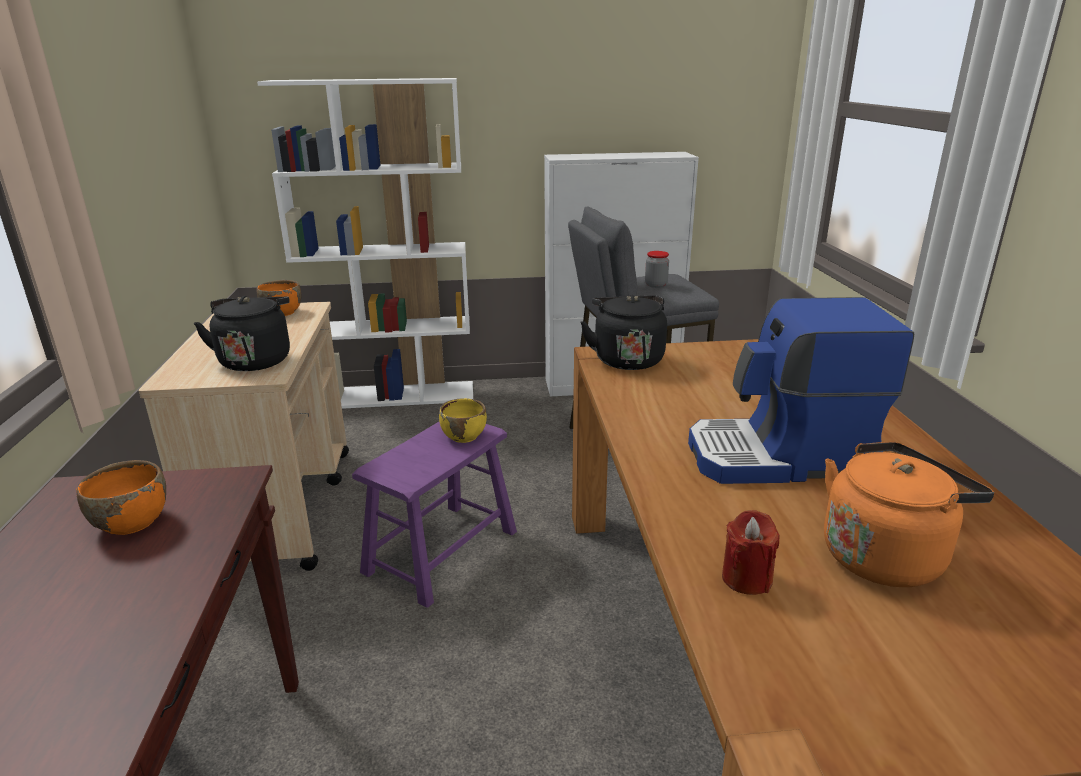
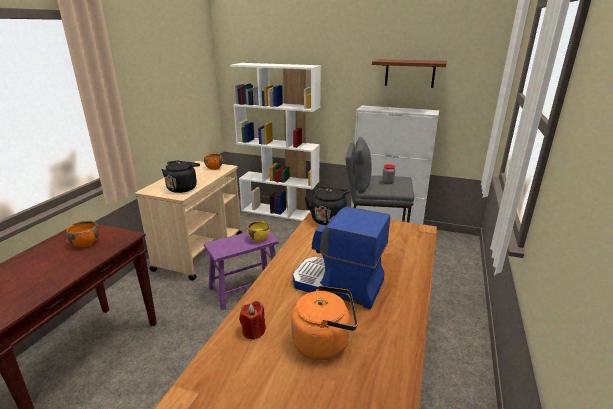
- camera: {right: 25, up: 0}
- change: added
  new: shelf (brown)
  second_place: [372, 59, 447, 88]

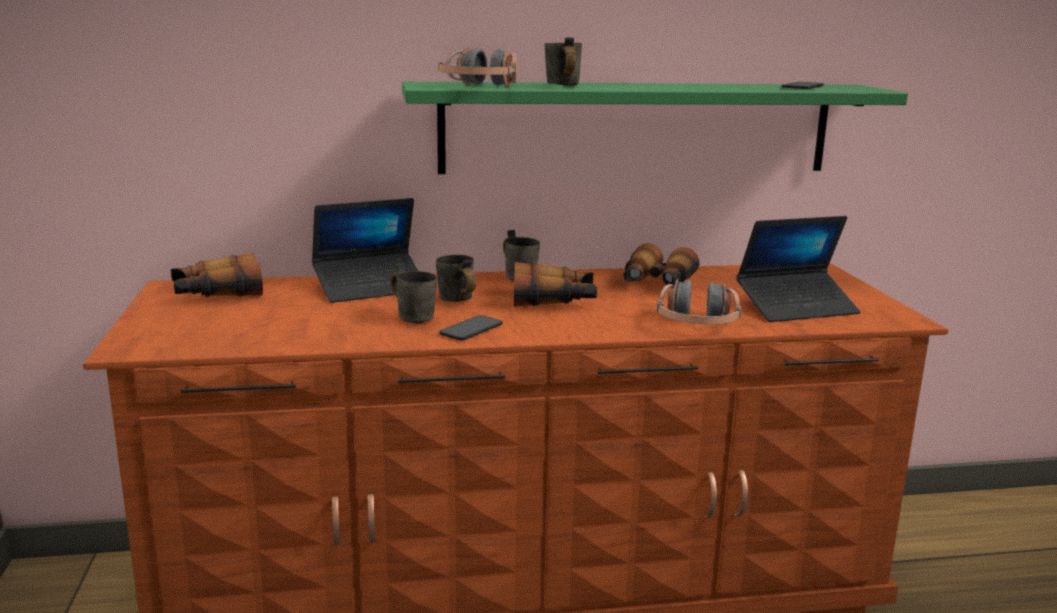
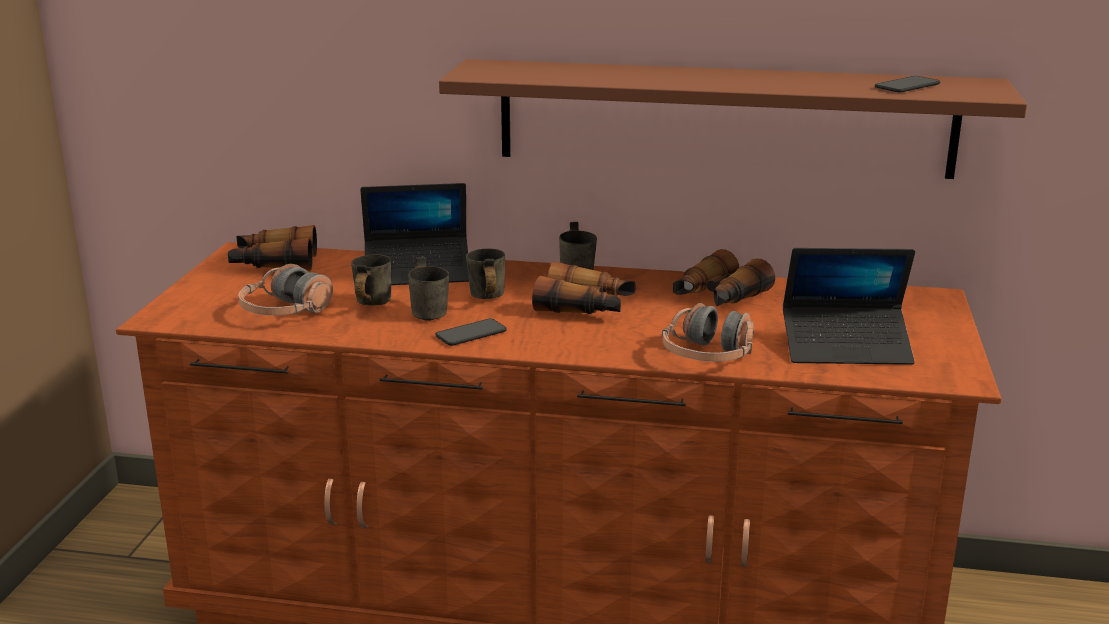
- camera: {right: 20, up: 5}
- change: moved
  old: headphones
  first_place: [438, 47, 518, 87]
  second_place: [238, 264, 333, 315]
- change: moved
  old: mug (grey)
  first_place: [545, 37, 582, 86]
  second_place: [351, 254, 391, 306]
- change: recoloured
  old: shelf (green)
  new: shelf (brown)
  first_place: [402, 82, 908, 174]
  second_place: [439, 59, 1027, 179]

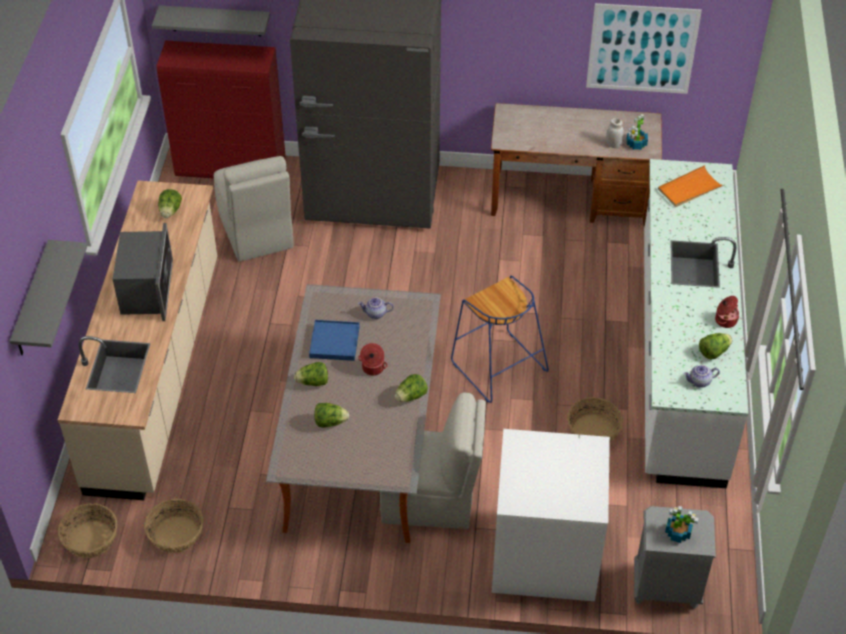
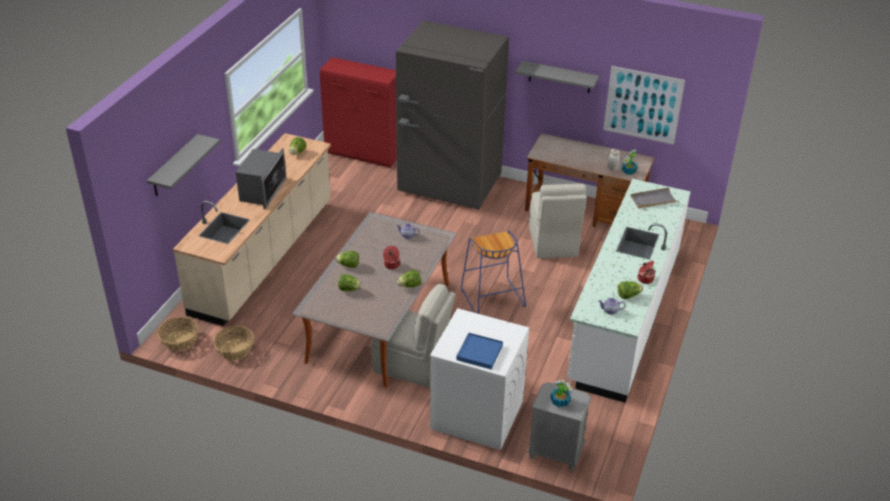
- camera: {right: 15, up: -10}
- change: removed
  old: basket
  first_place: [567, 398, 623, 442]
- change: moved
  old: shelf (grey)
  first_place: [152, 5, 270, 36]
  second_place: [515, 61, 599, 93]
- change: moved
  old: chair (beige)
  first_place: [214, 156, 294, 262]
  second_place: [529, 184, 587, 258]
- change: moved
  old: tray (blue)
  first_place: [309, 320, 360, 361]
  second_place: [456, 333, 503, 369]
- change: recoloured
  old: tray (orange)
  new: tray (grey)
  first_place: [658, 165, 724, 207]
  second_place: [630, 188, 678, 209]

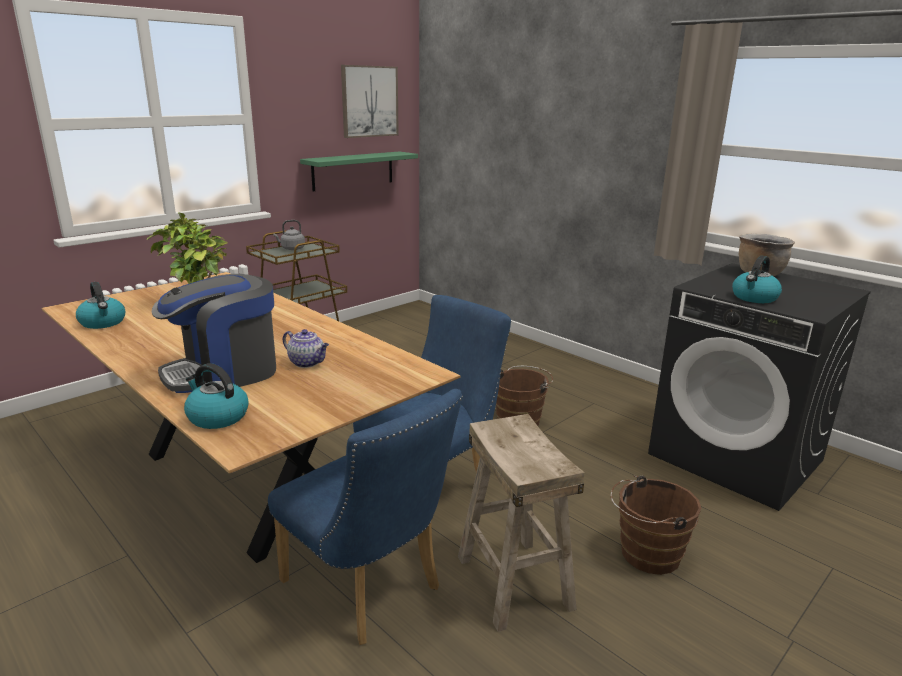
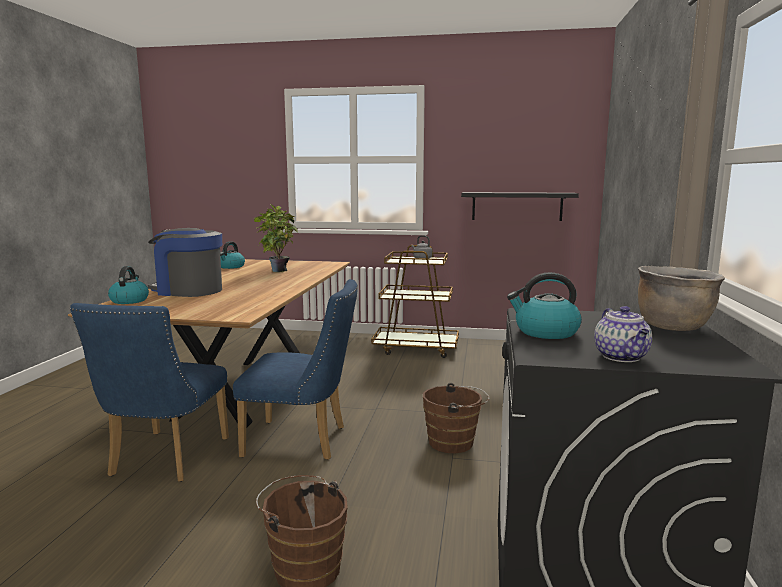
- camera: {right: 55, up: -10}
- change: removed
  old: picture
  first_place: [341, 65, 399, 138]
- change: removed
  old: stool (beige)
  first_place: [458, 414, 585, 632]
- change: moved
  old: teapot
  first_place: [283, 329, 329, 368]
  second_place: [594, 306, 652, 362]
- change: recoloured
  old: shelf (green)
  new: shelf (black)
  first_place: [300, 151, 418, 191]
  second_place: [461, 192, 579, 221]

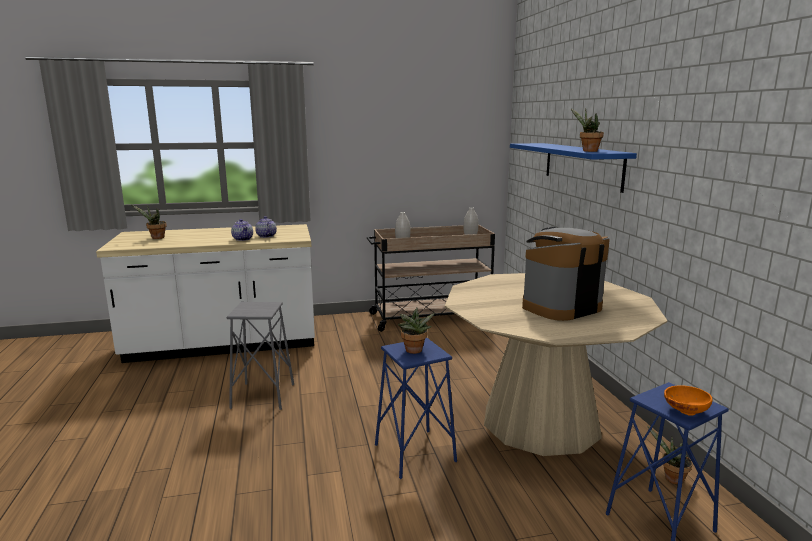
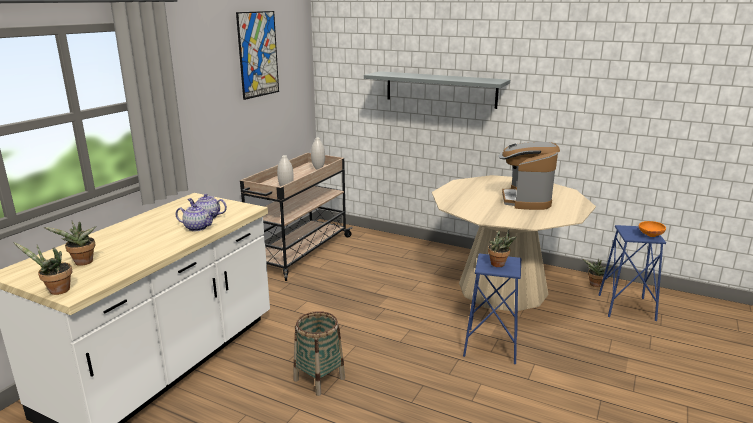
- camera: {right: -50, up: 5}
- change: added
  new: picture
  second_place: [236, 11, 279, 100]
- change: moved
  old: potted plant
  first_place: [571, 108, 604, 152]
  second_place: [13, 242, 72, 295]
- change: replaced
  old: stool (grey)
  new: basket
  first_place: [227, 302, 294, 410]
  second_place: [294, 311, 345, 396]
- change: recoloured
  old: shelf (blue)
  new: shelf (grey)
  first_place: [510, 143, 637, 193]
  second_place: [364, 71, 510, 109]

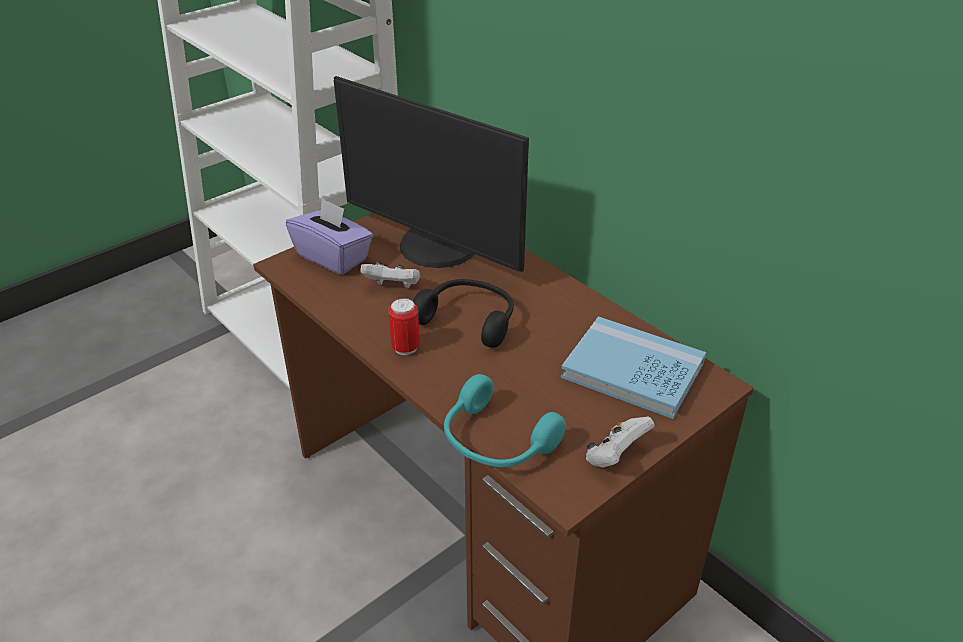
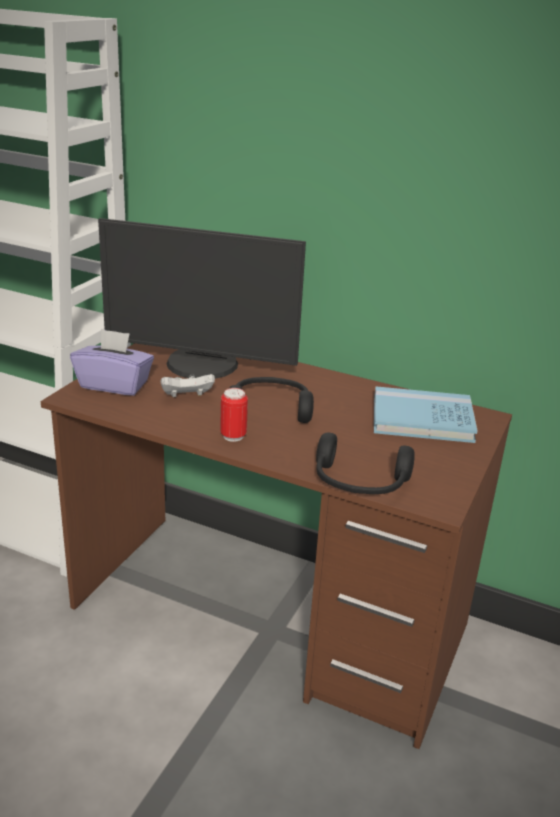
- camera: {right: -25, up: -10}
- change: removed
  old: game controller (white)
  first_place: [586, 417, 655, 467]
- change: recoloured
  old: headphones (turquoise)
  new: headphones (black)
  first_place: [444, 374, 566, 467]
  second_place: [316, 433, 415, 494]

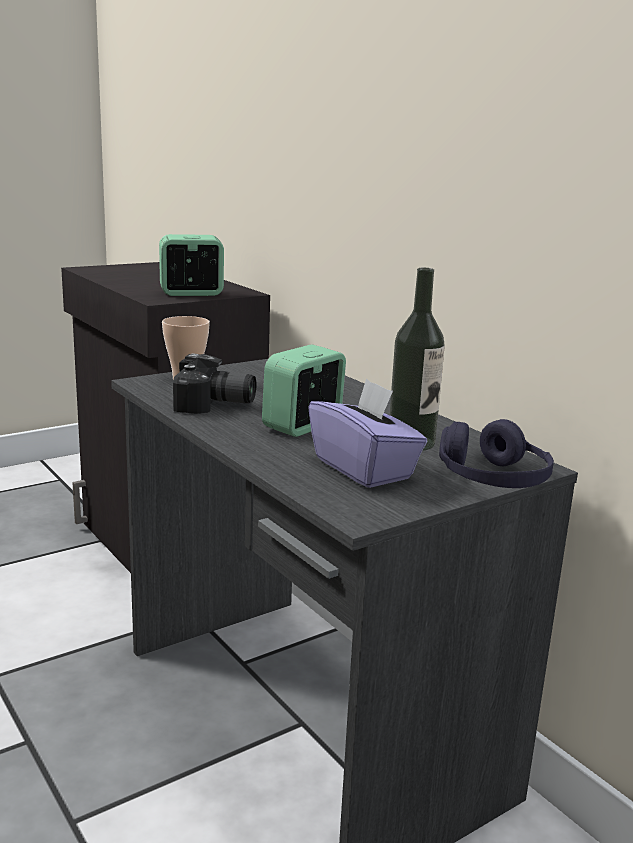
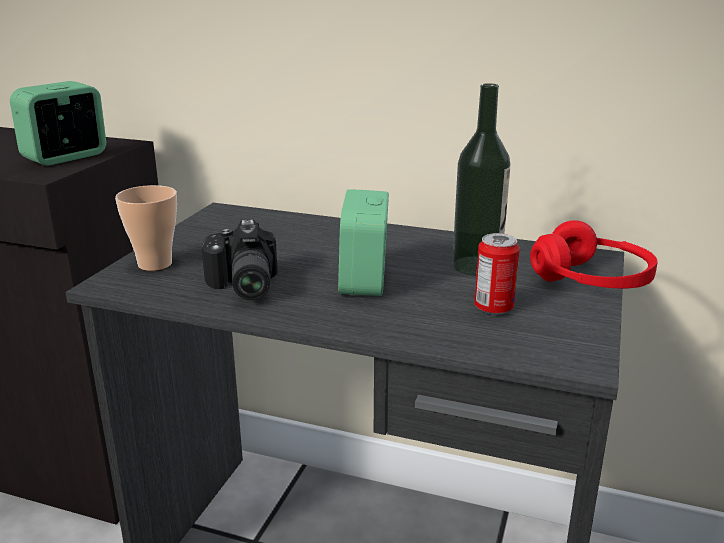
- camera: {right: -35, up: 5}
- change: replaced
  old: tissue box (purple)
  new: can
  first_place: [308, 378, 427, 488]
  second_place: [474, 233, 520, 315]
- change: recoloured
  old: headphones (purple)
  new: headphones (red)
  first_place: [439, 419, 554, 488]
  second_place: [530, 220, 658, 288]
- change: turned
  old: photo camera
  first_place: [173, 353, 256, 414]
  second_place: [202, 220, 278, 300]
  degrees: 105

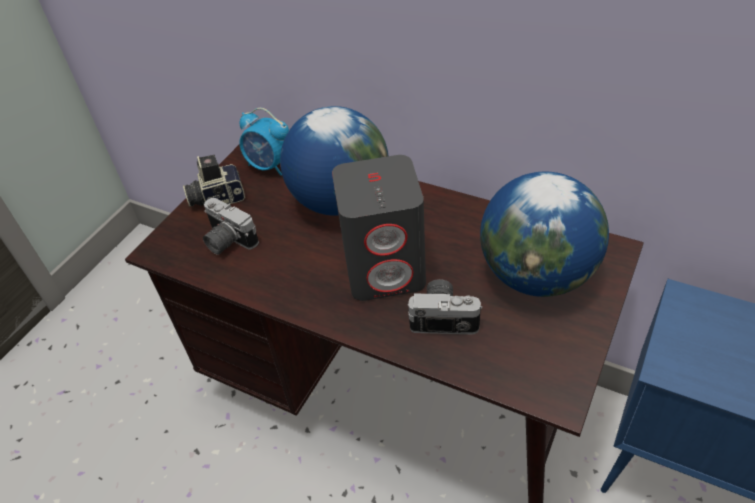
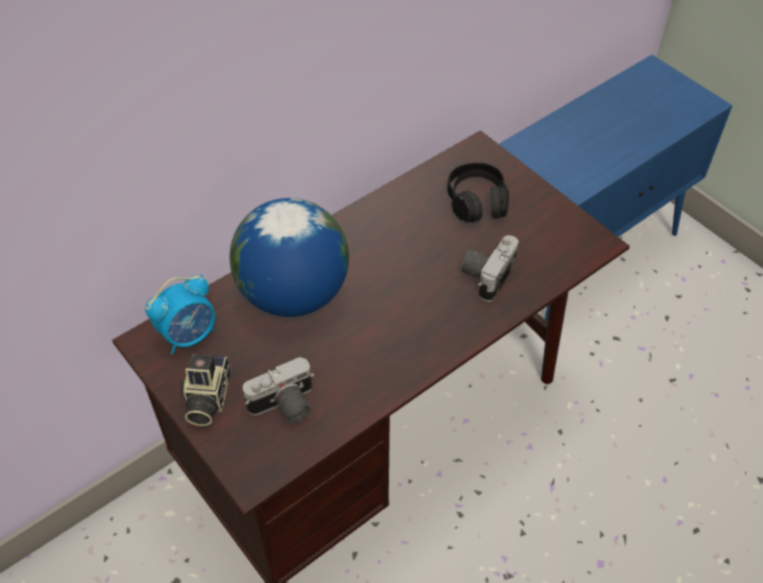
- camera: {right: -70, up: 5}
- change: removed
  old: speaker (grey)
  first_place: [332, 155, 426, 301]
- change: replaced
  old: globe
  new: headphones (black)
  first_place: [480, 171, 609, 297]
  second_place: [447, 163, 509, 222]

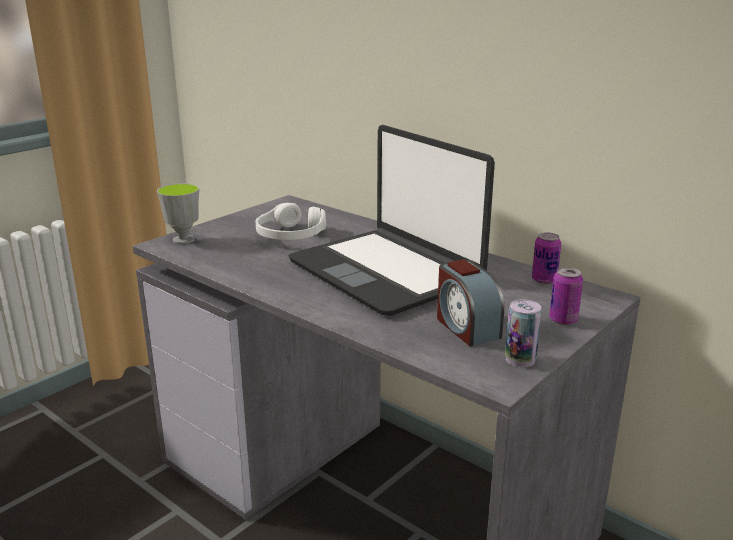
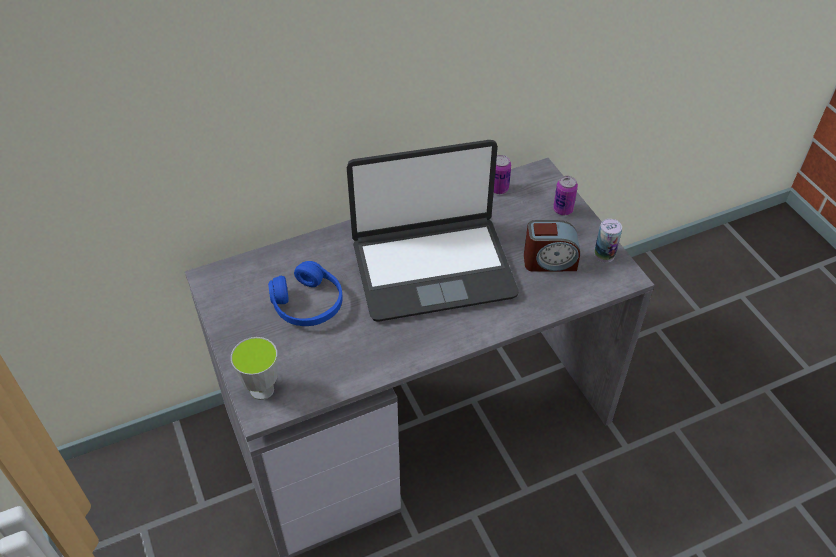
- camera: {right: -65, up: 25}
- change: recoloured
  old: headphones (white)
  new: headphones (blue)
  first_place: [256, 203, 326, 240]
  second_place: [268, 261, 342, 326]

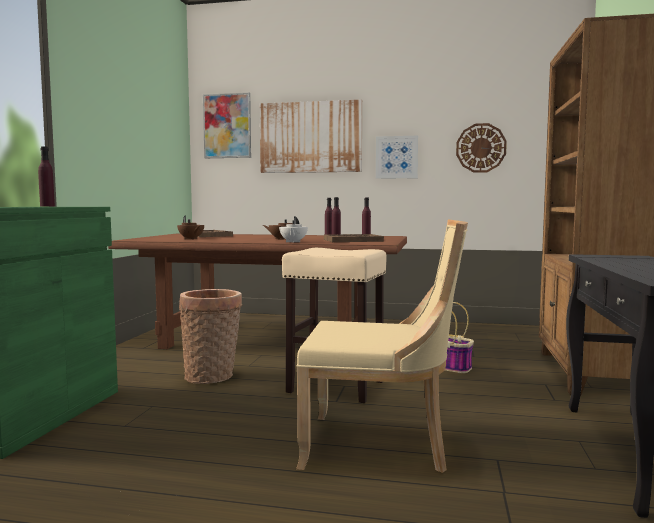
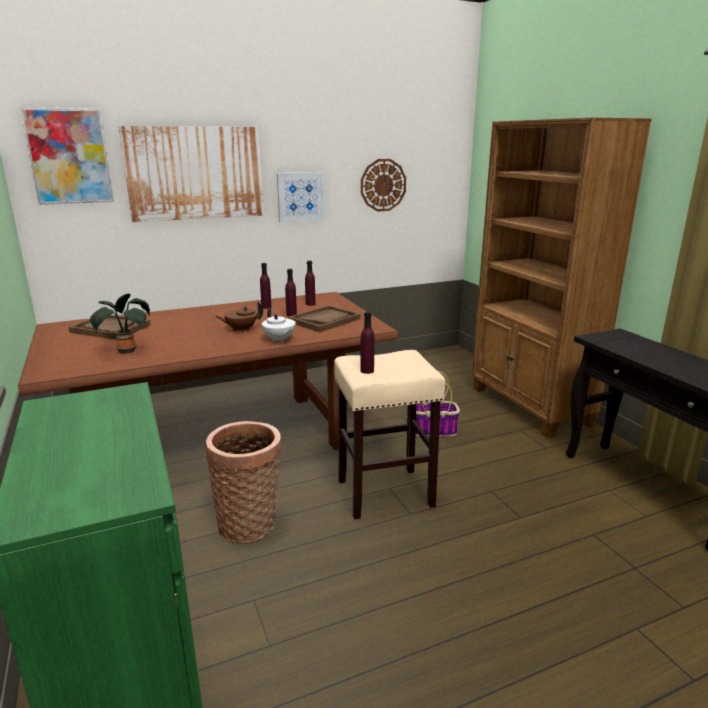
- camera: {right: -35, up: 15}
- change: removed
  old: chair (beige)
  first_place: [296, 220, 468, 473]
- change: moved
  old: bottle (purple)
  first_place: [38, 146, 55, 206]
  second_place: [360, 311, 374, 374]
- change: replaced
  old: teapot (brown)
  new: potted plant
  first_place: [177, 216, 204, 239]
  second_place: [90, 293, 150, 354]

